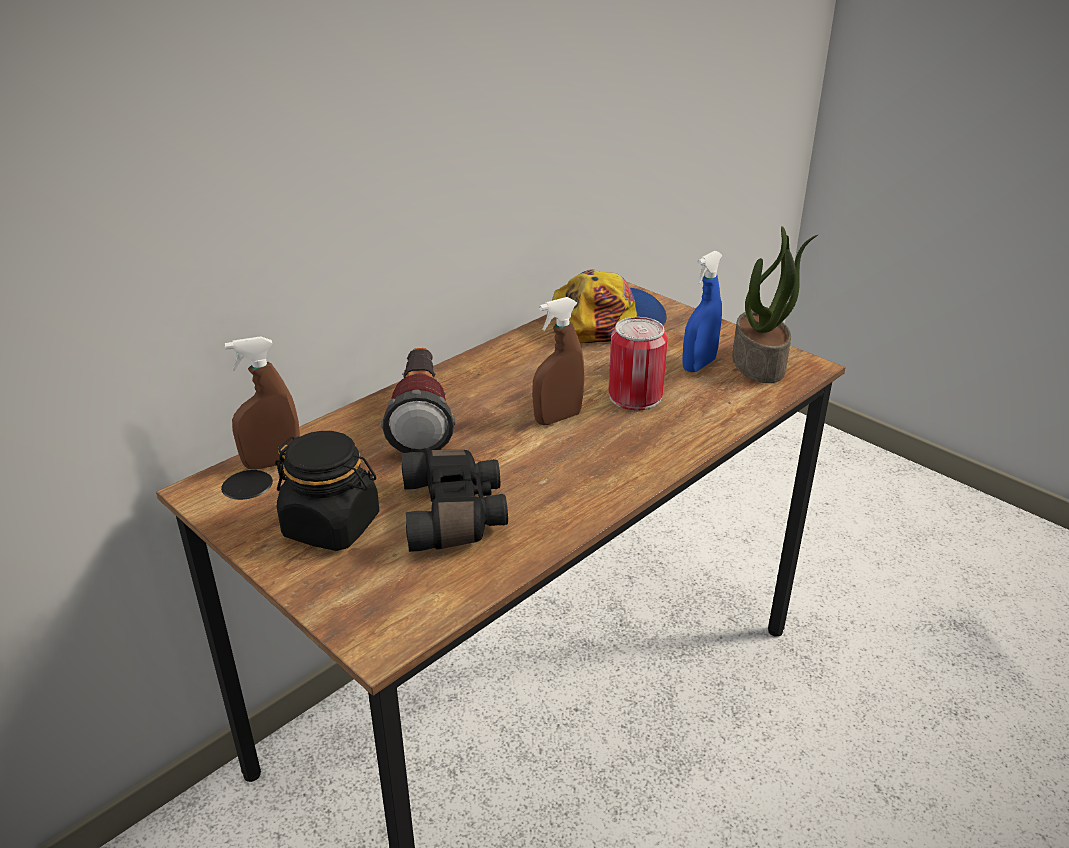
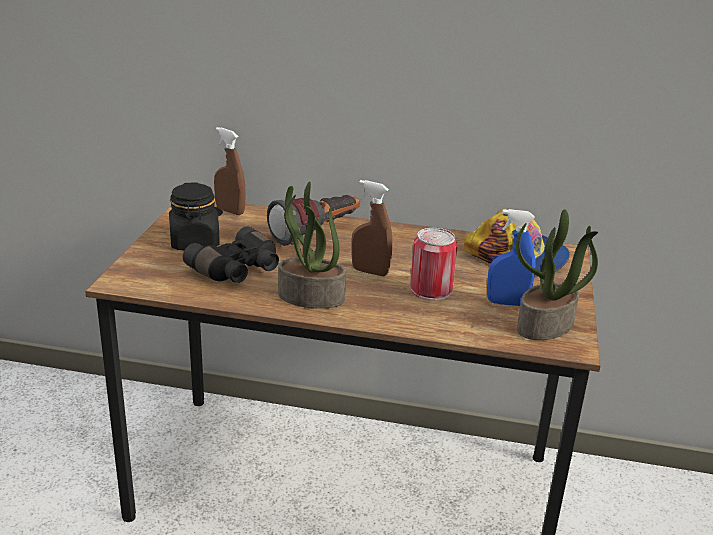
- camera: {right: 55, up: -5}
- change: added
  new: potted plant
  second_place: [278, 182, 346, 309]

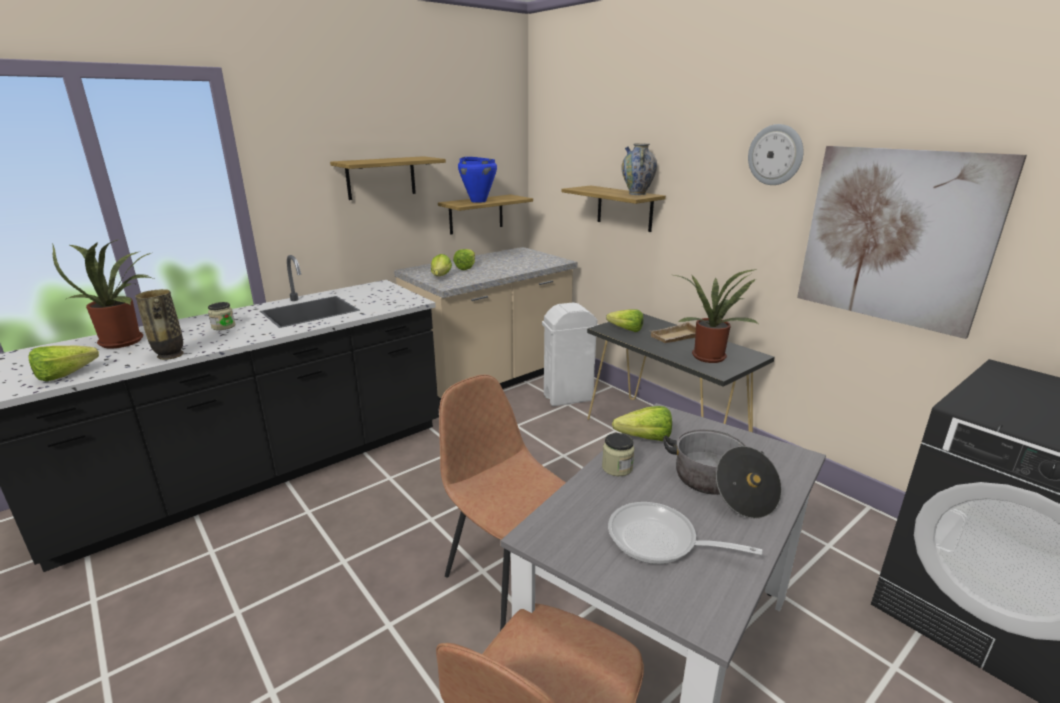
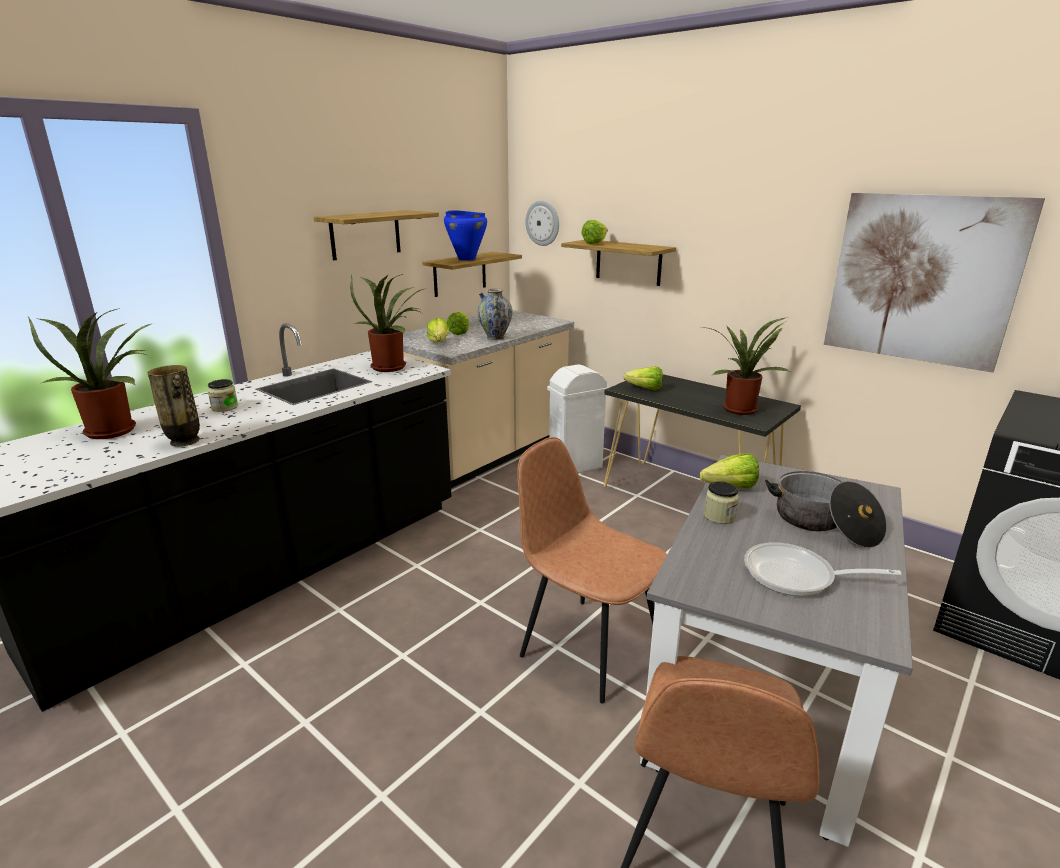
- camera: {right: -10, up: 0}
- change: removed
  old: tray (beige)
  first_place: [650, 322, 696, 343]
- change: added
  new: potted plant
  second_place: [350, 274, 424, 372]
- change: moved
  old: lettuce
  first_place: [28, 345, 99, 382]
  second_place: [581, 220, 607, 244]
- change: moved
  old: vase
  first_place: [621, 143, 657, 195]
  second_place: [477, 289, 512, 341]
- change: moved
  old: wall clock
  first_place: [748, 124, 804, 185]
  second_place: [525, 200, 559, 246]

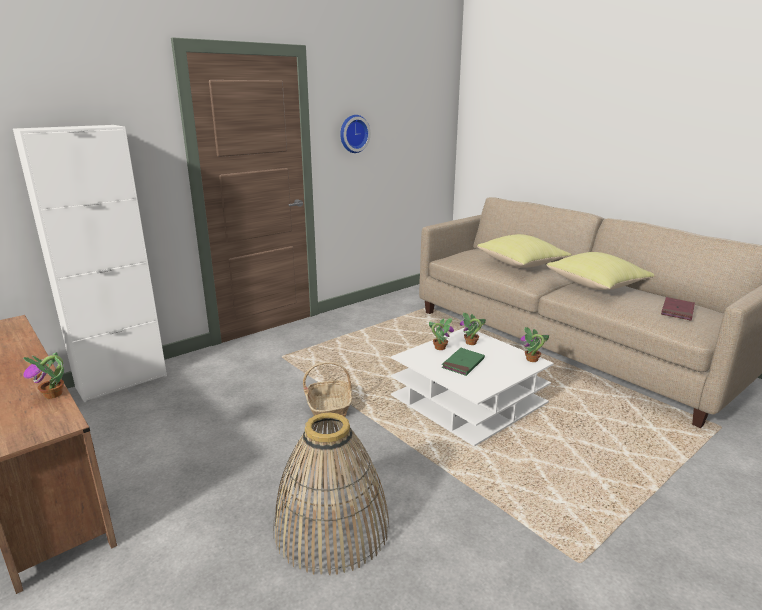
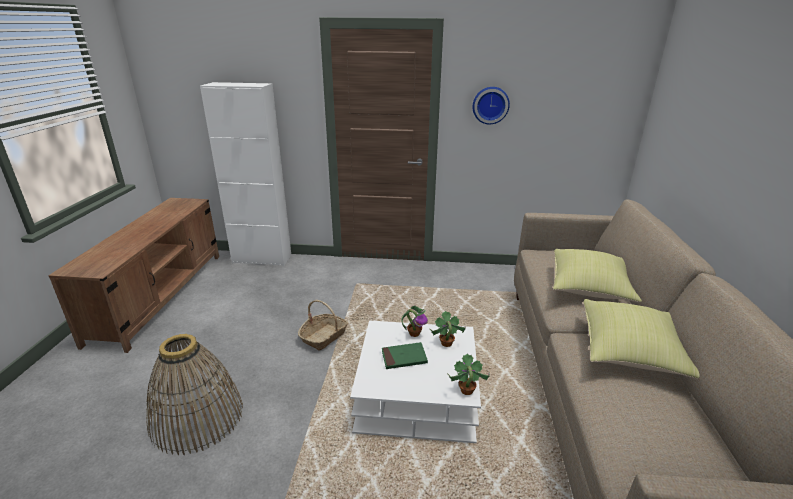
- camera: {right: 45, up: 5}
- change: removed
  old: potted plant
  first_place: [23, 352, 64, 399]
- change: removed
  old: book (red)
  first_place: [661, 297, 695, 320]

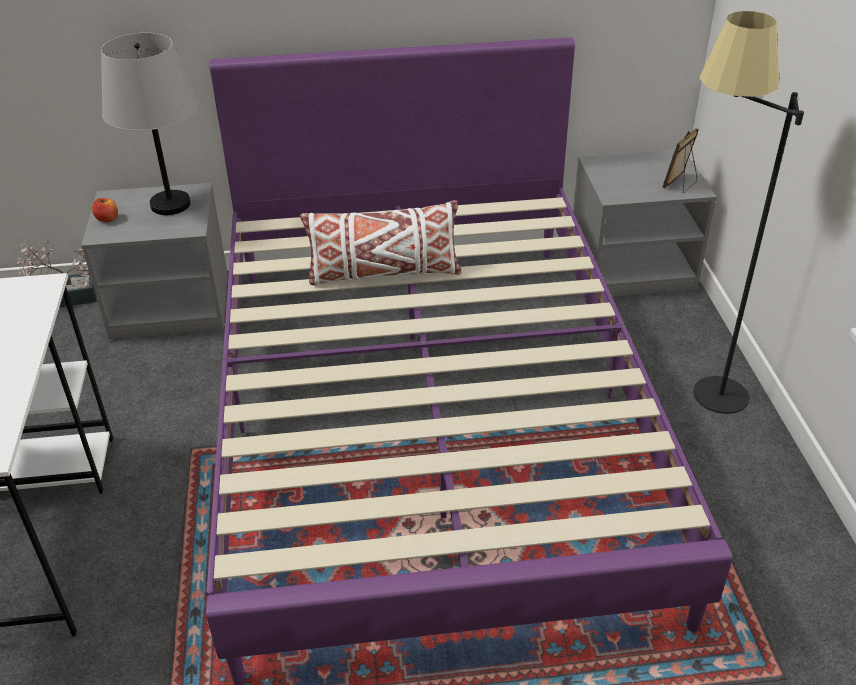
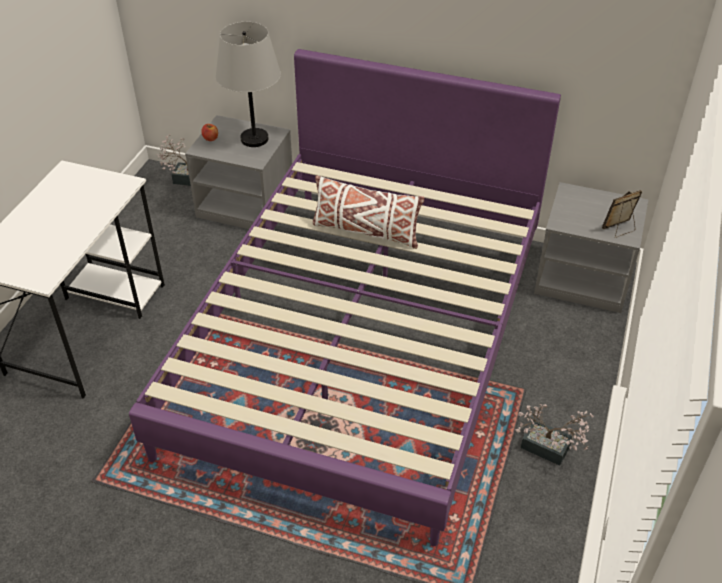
- camera: {right: 25, up: 5}
- change: removed
  old: floor lamp (black)
  first_place: [693, 11, 804, 414]
- change: added
  new: potted plant
  second_place: [515, 404, 594, 466]

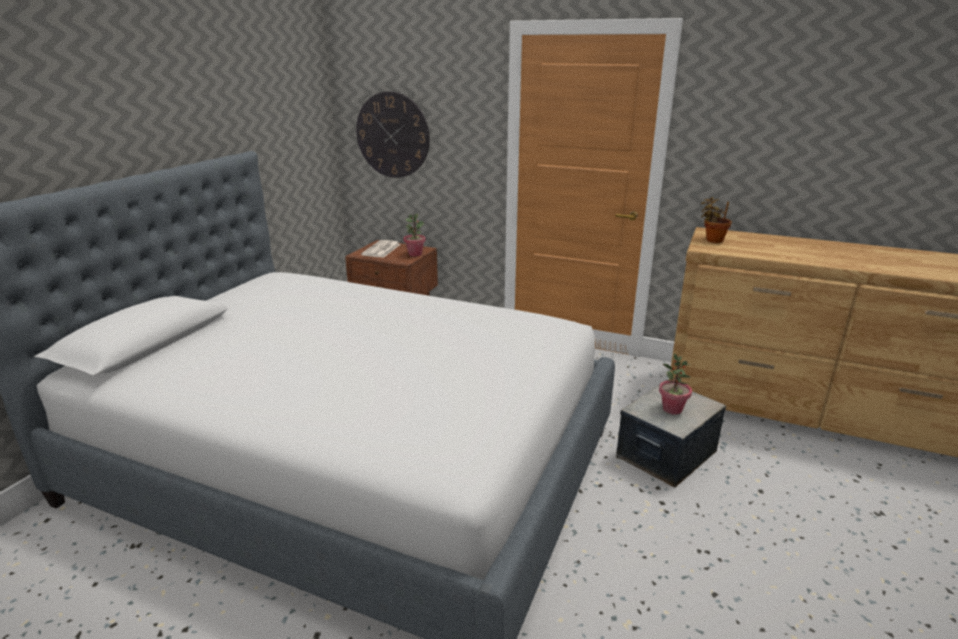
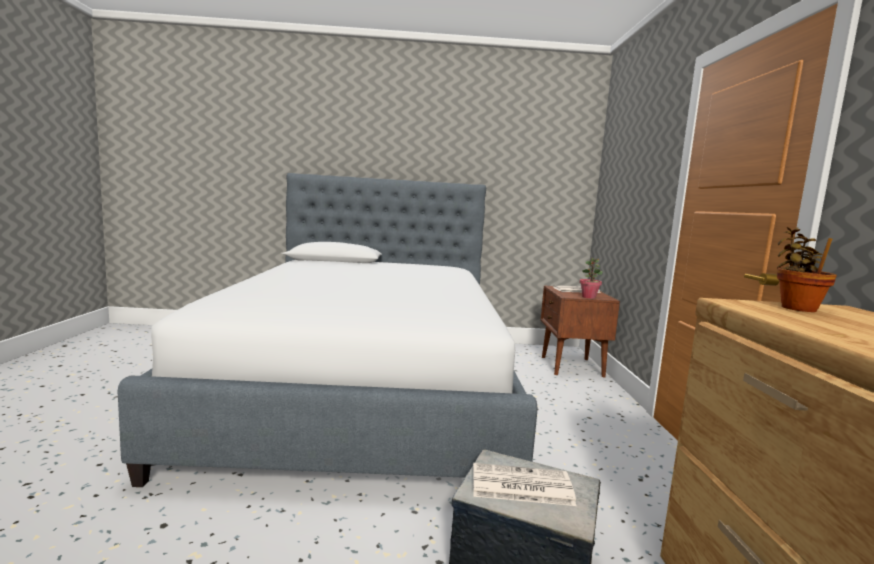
- camera: {right: 65, up: -15}
- change: removed
  old: wall clock
  first_place: [356, 91, 430, 178]
- change: replaced
  old: potted plant
  new: newspaper
  first_place: [659, 353, 692, 415]
  second_place: [473, 463, 576, 506]

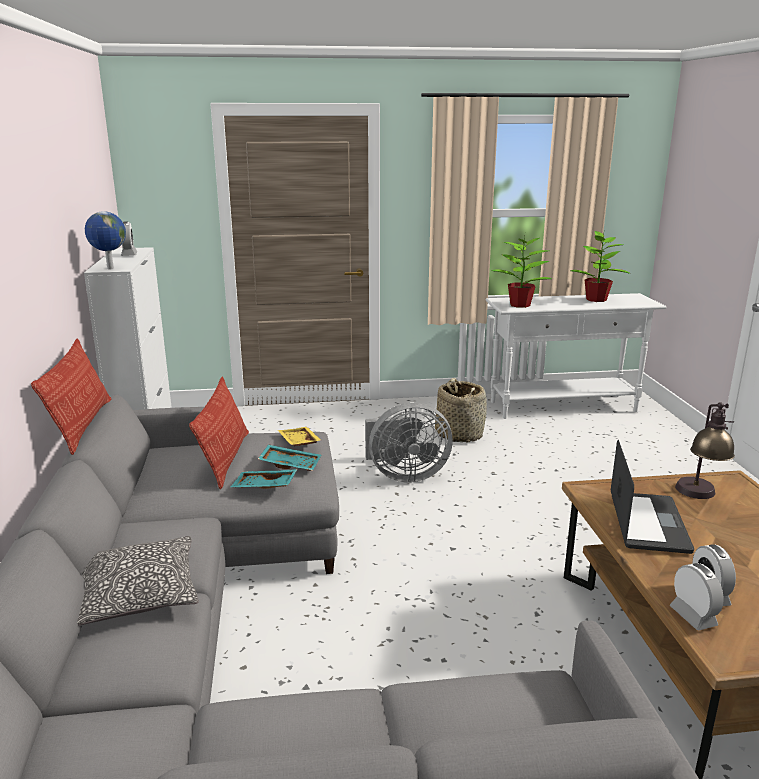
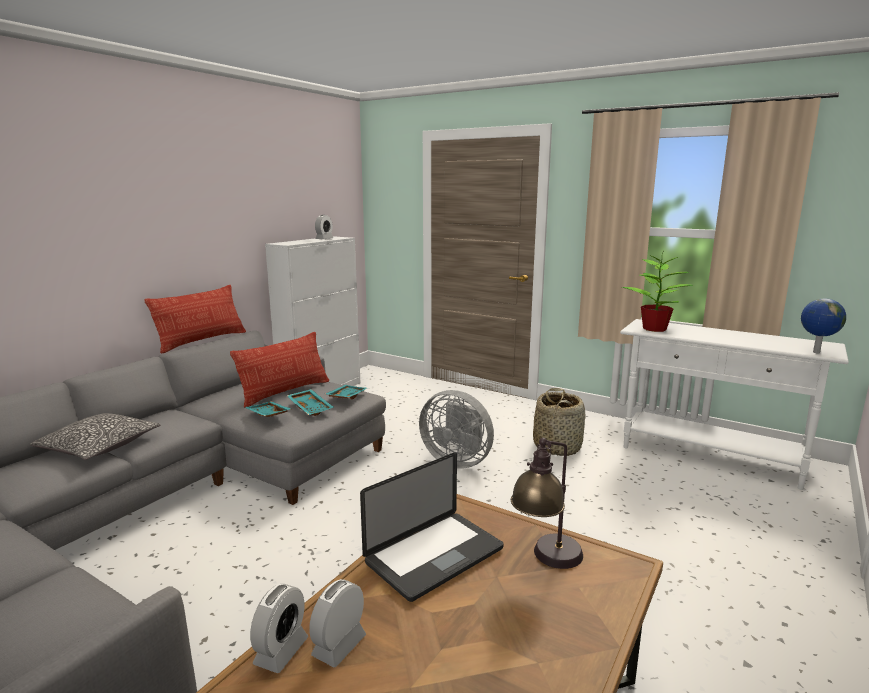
- camera: {right: 40, up: -5}
- change: removed
  old: potted plant
  first_place: [570, 231, 631, 302]
- change: moved
  old: globe
  first_place: [85, 211, 126, 269]
  second_place: [801, 299, 846, 353]
- change: recoloured
  old: tray (yellow)
  new: tray (turquoise)
  first_place: [278, 427, 321, 446]
  second_place: [325, 385, 367, 399]

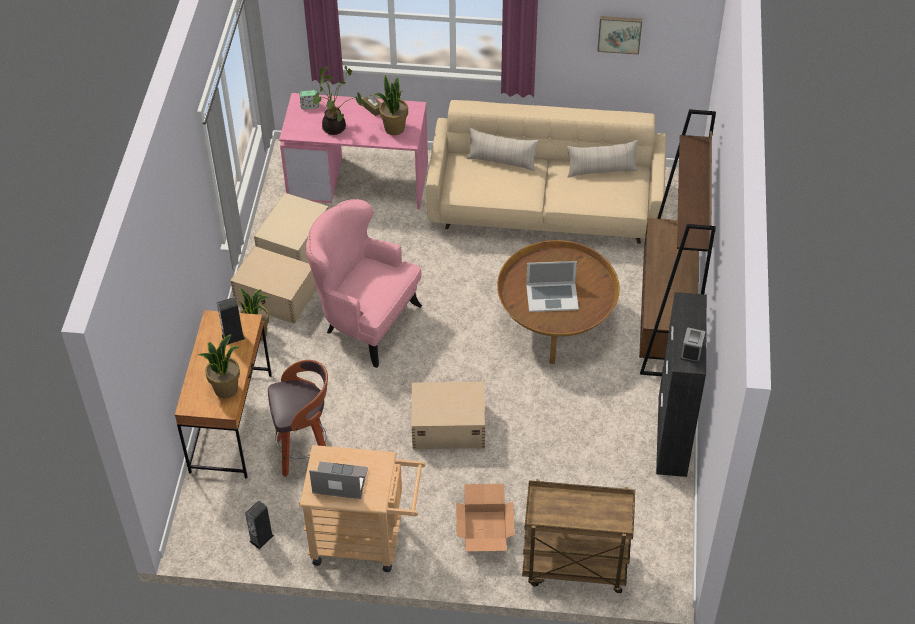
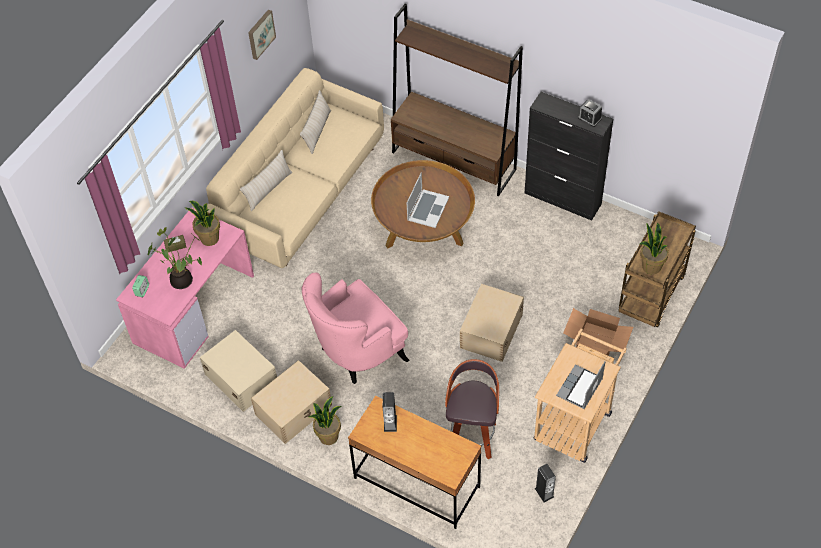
- camera: {right: -65, up: 5}
- change: moved
  old: potted plant
  first_place: [198, 334, 240, 399]
  second_place: [640, 223, 669, 274]

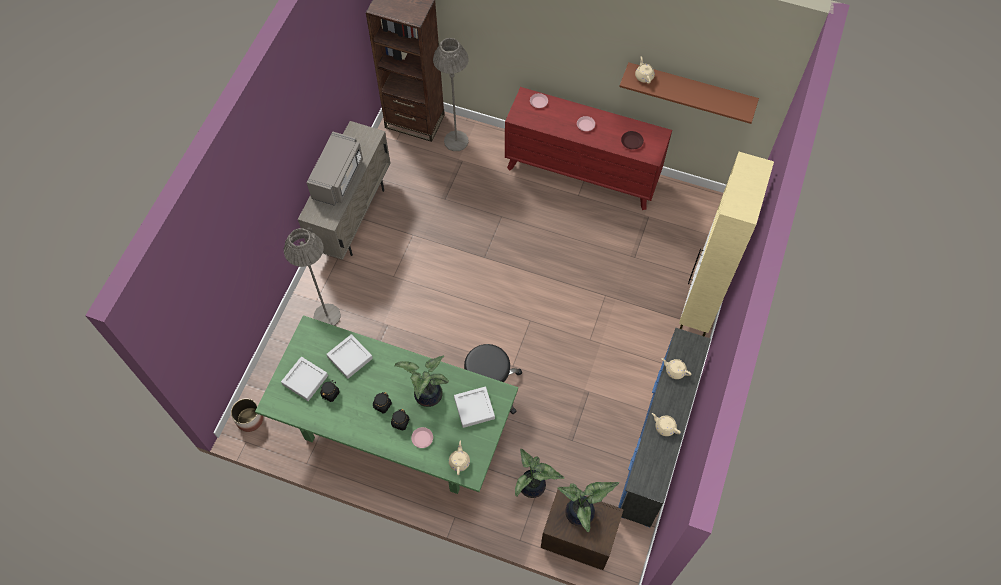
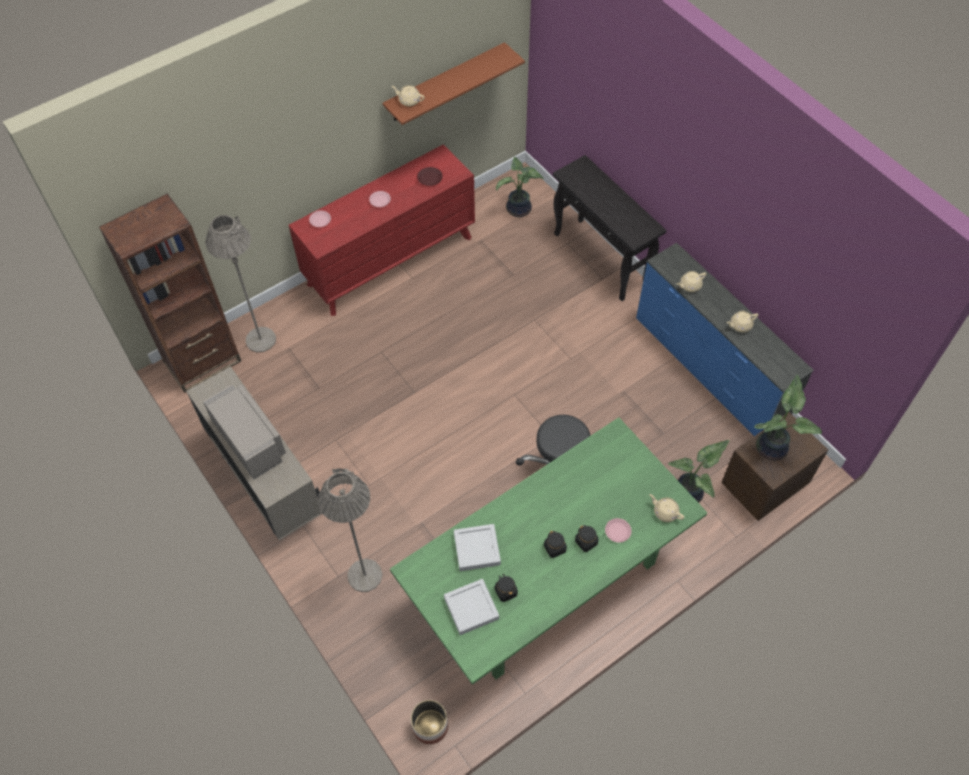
- camera: {right: -55, up: -5}
- change: removed
  old: tray (grey)
  first_place: [454, 387, 495, 428]
- change: moved
  old: potted plant
  first_place: [395, 355, 449, 407]
  second_place: [496, 157, 544, 217]
- change: replaced
  old: cabinet (beige)
  new: console table (black)
  first_place: [679, 152, 774, 336]
  second_place: [553, 155, 667, 301]

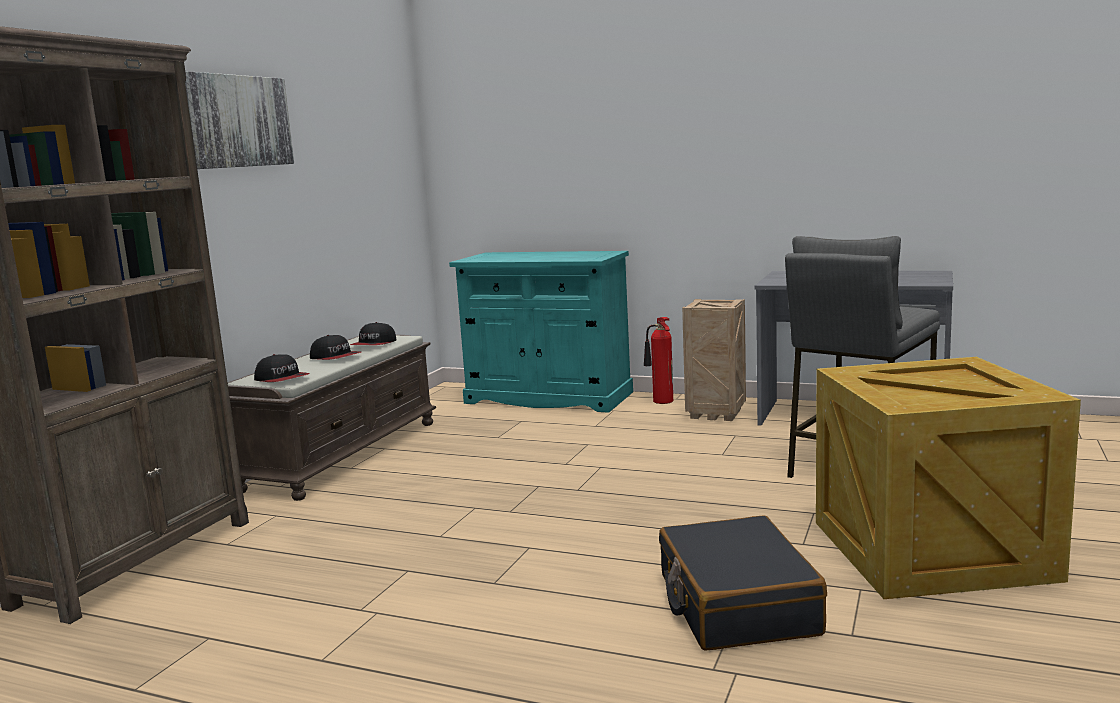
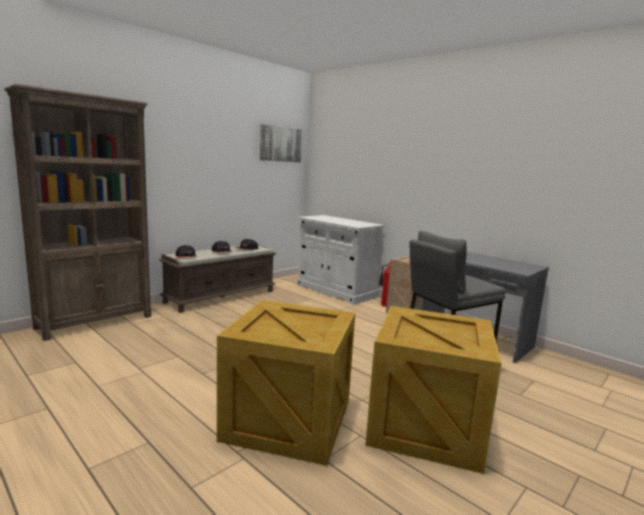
- camera: {right: 20, up: 0}
- change: moved
  old: picture
  first_place: [185, 71, 294, 169]
  second_place: [260, 124, 302, 163]
- change: replaced
  old: suitcase (black)
  new: crate
  first_place: [659, 515, 827, 651]
  second_place: [217, 300, 355, 466]
- change: recoloured
  old: cabinet (turquoise)
  new: cabinet (white)
  first_place: [449, 251, 633, 413]
  second_place: [297, 215, 385, 305]

